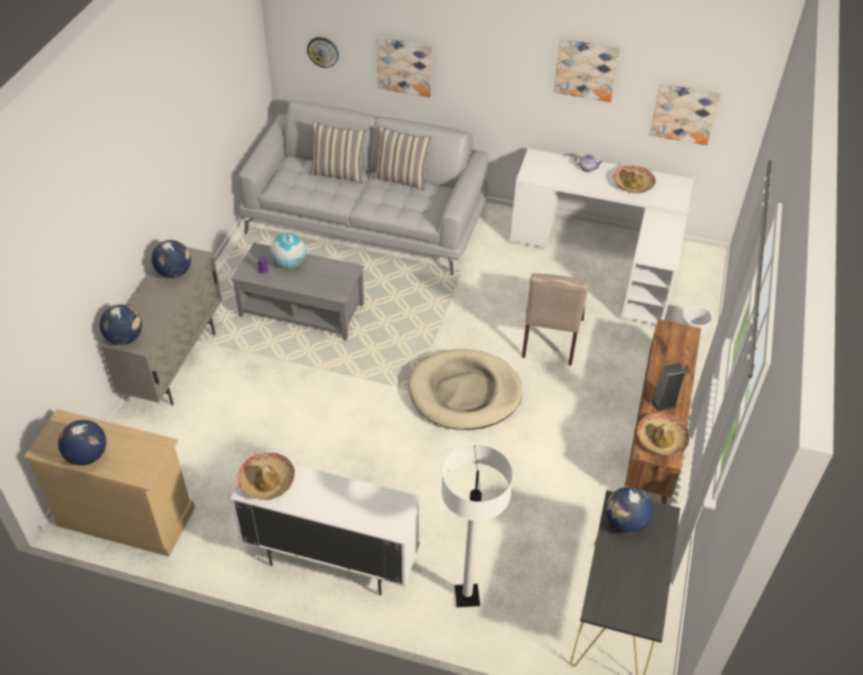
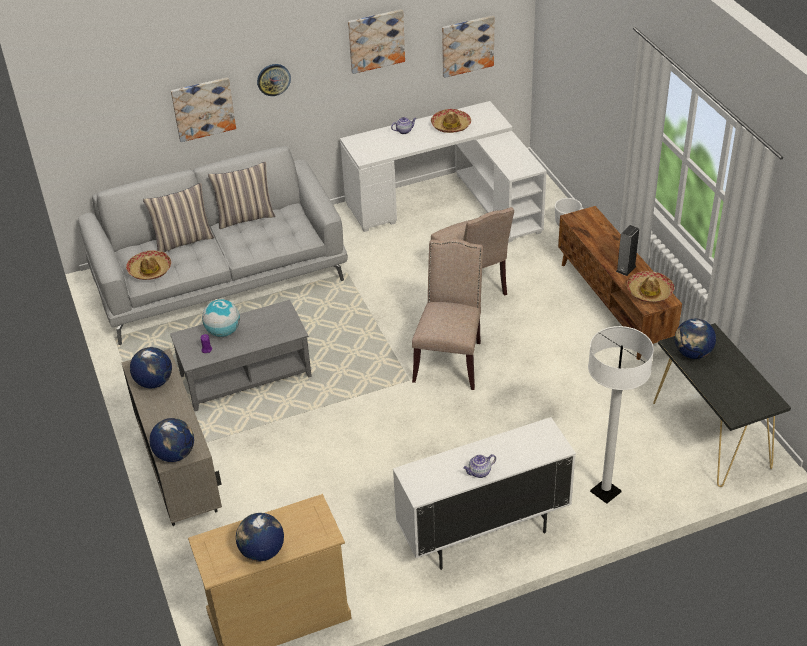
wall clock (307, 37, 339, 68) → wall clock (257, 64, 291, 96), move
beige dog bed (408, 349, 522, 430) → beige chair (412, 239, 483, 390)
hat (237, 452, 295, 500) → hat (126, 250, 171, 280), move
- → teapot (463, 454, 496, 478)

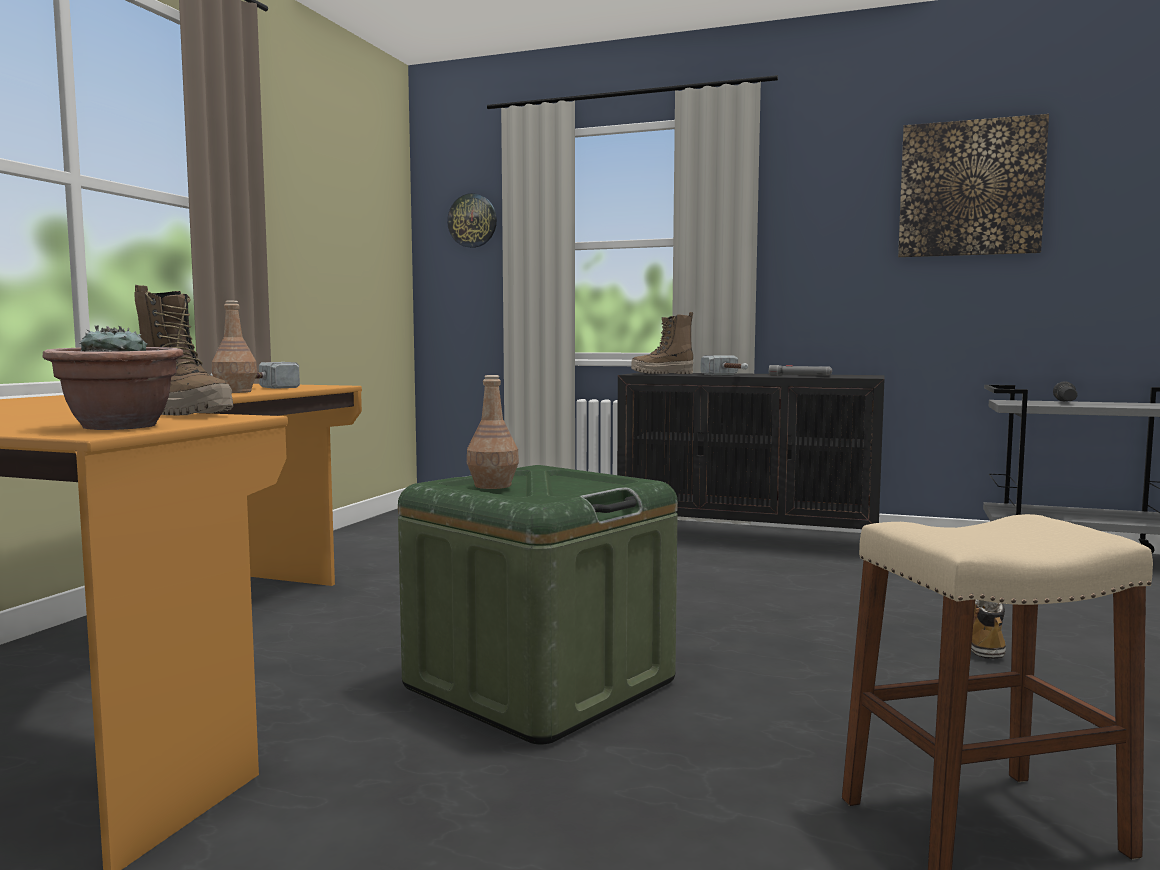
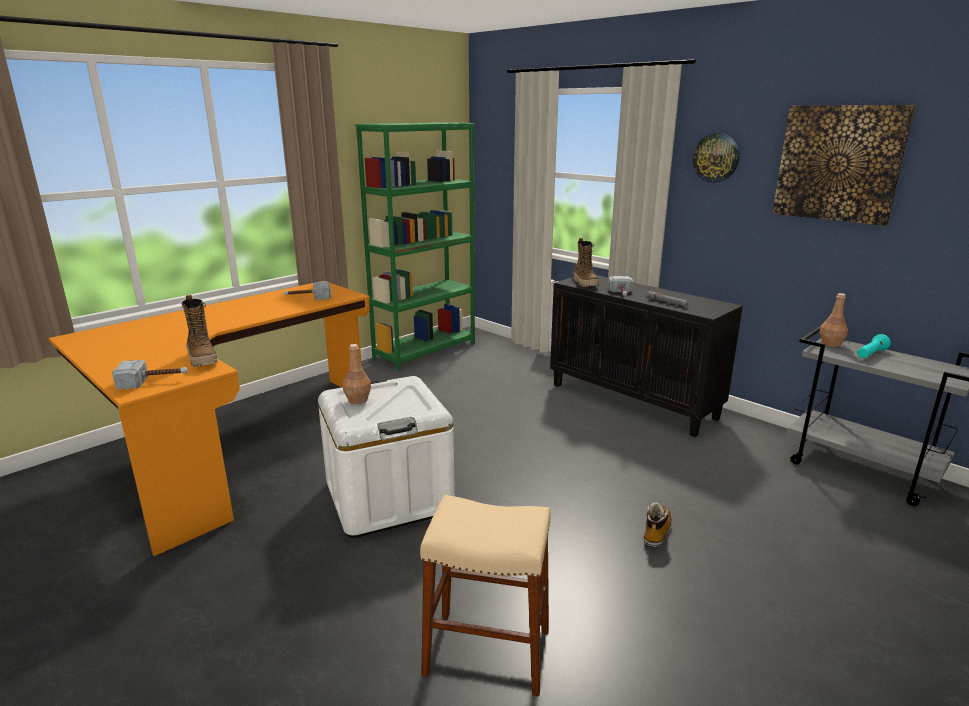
wall clock (447, 193, 497, 248) → wall clock (692, 133, 740, 183), move
brown bottle (212, 301, 257, 393) → brown bottle (820, 293, 848, 347), move
boot (631, 312, 693, 374) → boot (573, 238, 599, 287), 120 degrees counterclockwise
potted plant (43, 325, 184, 430) → hammer (112, 360, 188, 389)
black flashlight (1053, 381, 1078, 401) → turquoise flashlight (857, 334, 891, 358)
green storage box (398, 465, 678, 745) → white storage box (318, 376, 455, 538)
- → green bookcase (355, 122, 475, 370)

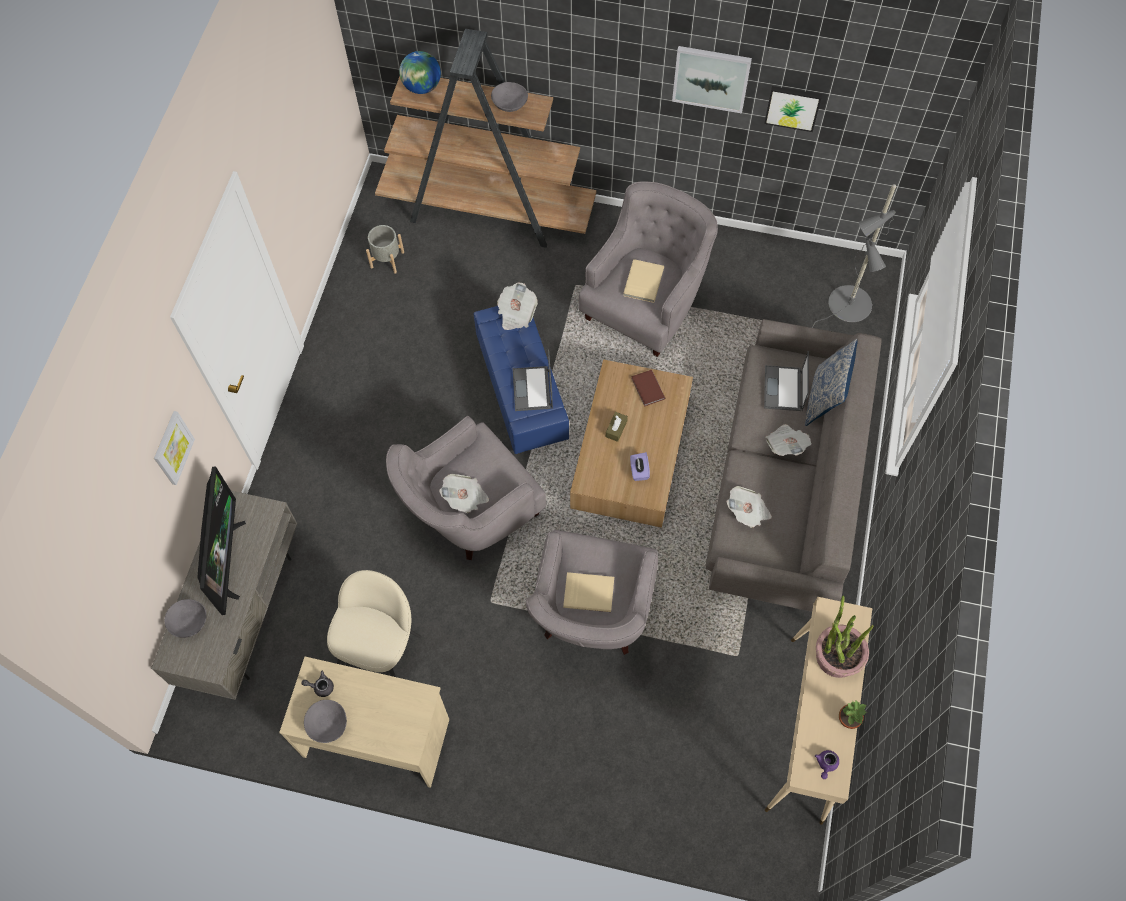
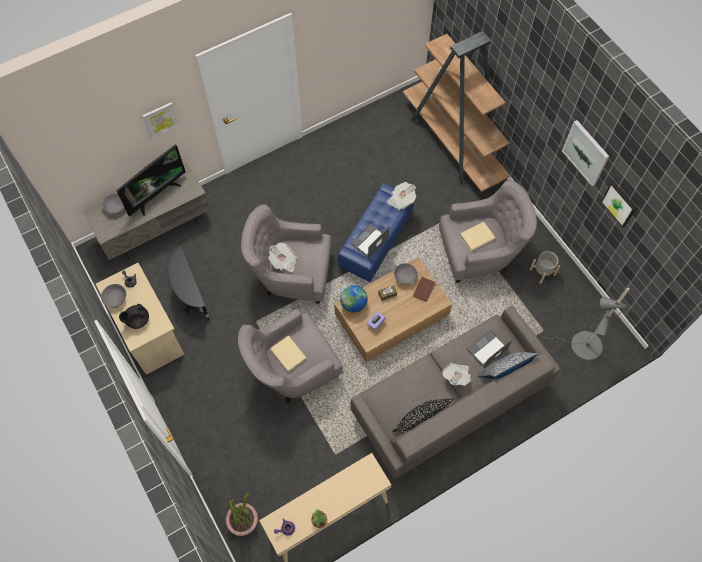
globe (399, 51, 441, 94) → globe (340, 285, 368, 313), move
grey bowl (491, 82, 528, 112) → grey bowl (394, 263, 418, 285), move
grey planter (366, 225, 404, 274) → grey planter (530, 251, 560, 284), move
newspaper (727, 486, 772, 528) → -
beige chair (327, 570, 422, 677) → black side table (168, 247, 209, 320)
potted plant (816, 596, 873, 678) → potted plant (226, 492, 258, 536), move
- → black teapot (119, 304, 149, 329)
- → black pillow (392, 398, 454, 433)

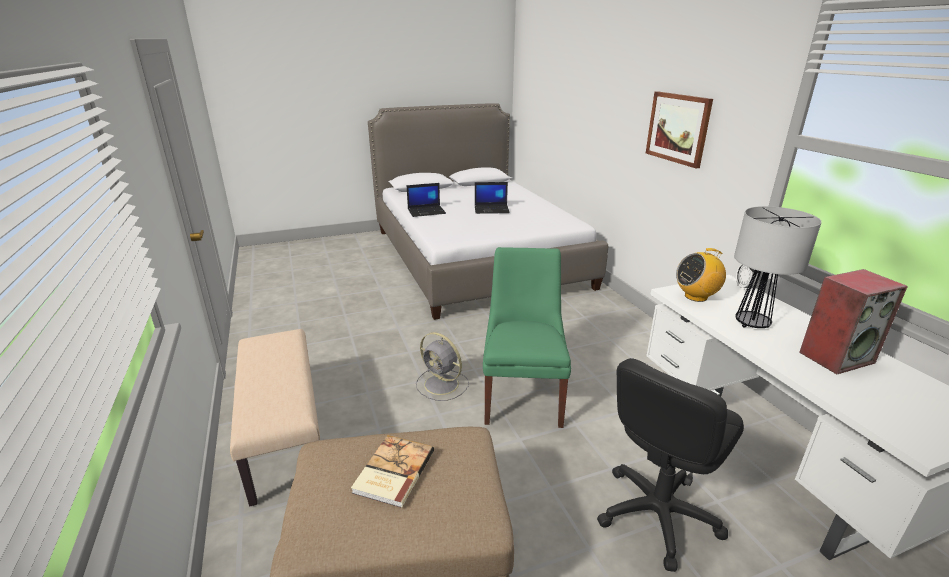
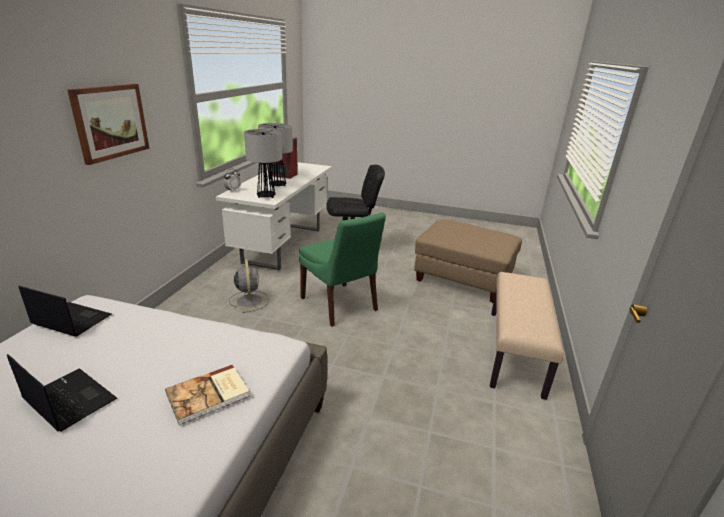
laptop (407, 183, 446, 217) → laptop (19, 286, 112, 337), move
green chair (483, 247, 571, 428) → green chair (299, 213, 386, 327), 75 degrees counterclockwise
radio (676, 248, 726, 302) → table lamp (244, 129, 282, 198)
grey fan (416, 332, 469, 401) → grey fan (229, 259, 269, 313), move
book (351, 435, 434, 508) → book (165, 365, 249, 425), move

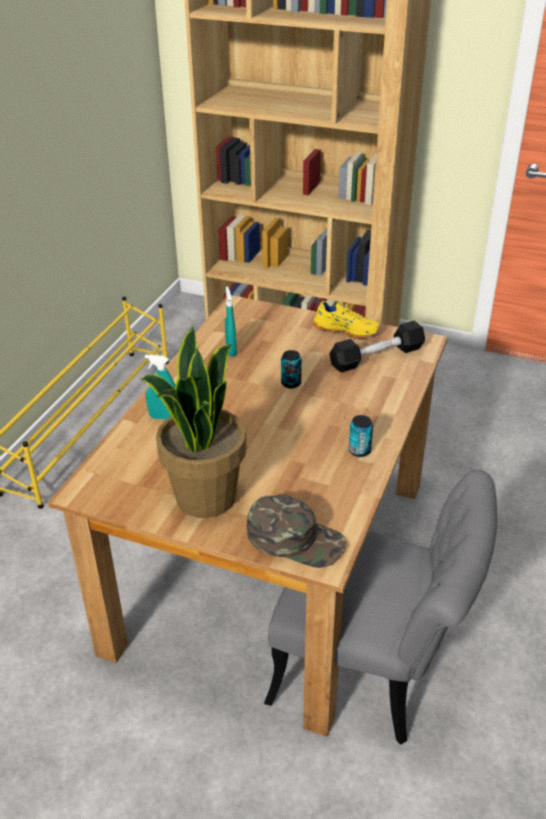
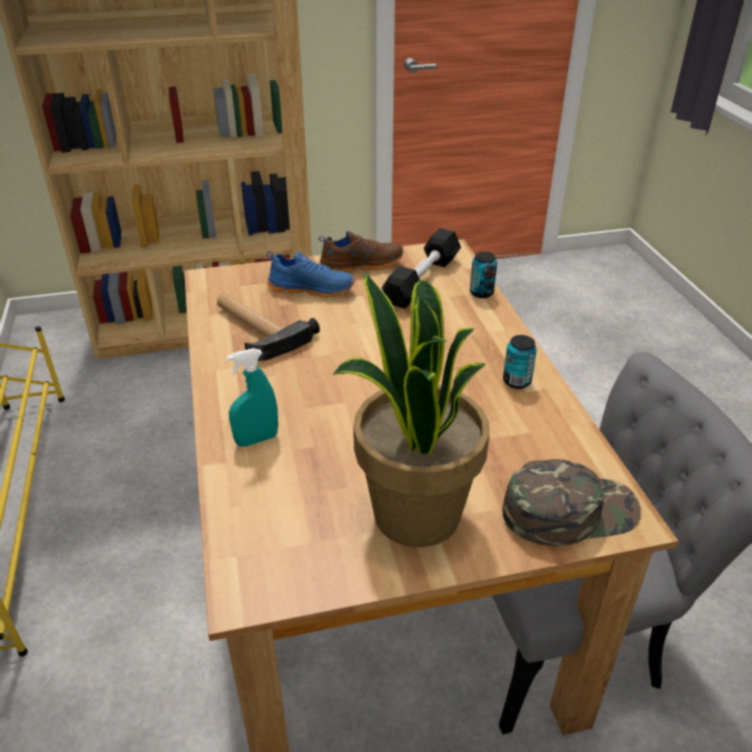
turquoise spray bottle (225, 286, 237, 357) → hammer (217, 294, 320, 361)
yellow shoe (313, 299, 380, 339) → brown shoe (319, 231, 403, 272)
can (281, 350, 302, 388) → can (470, 252, 497, 298), move
- → blue shoe (266, 251, 355, 298)

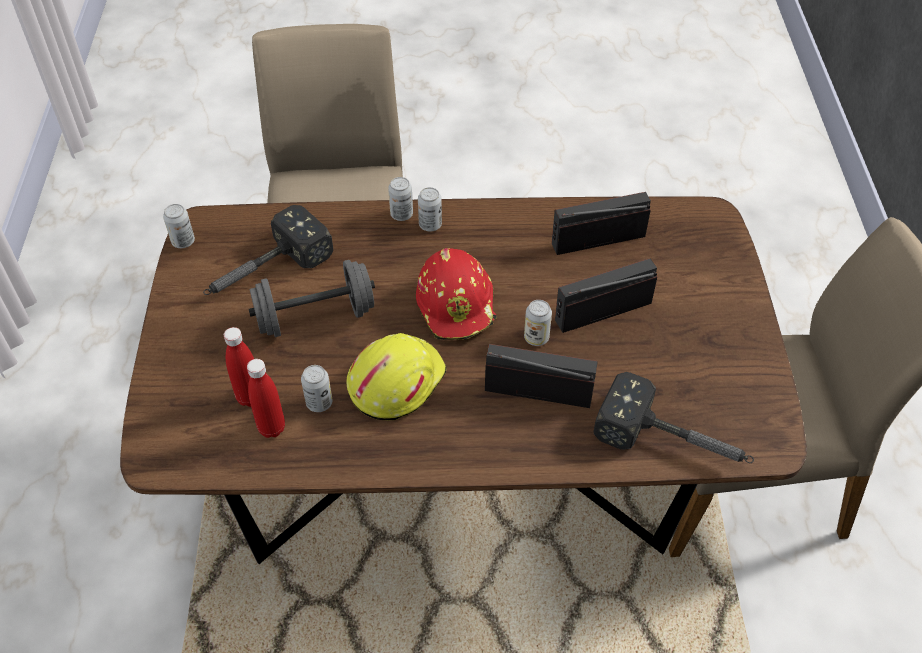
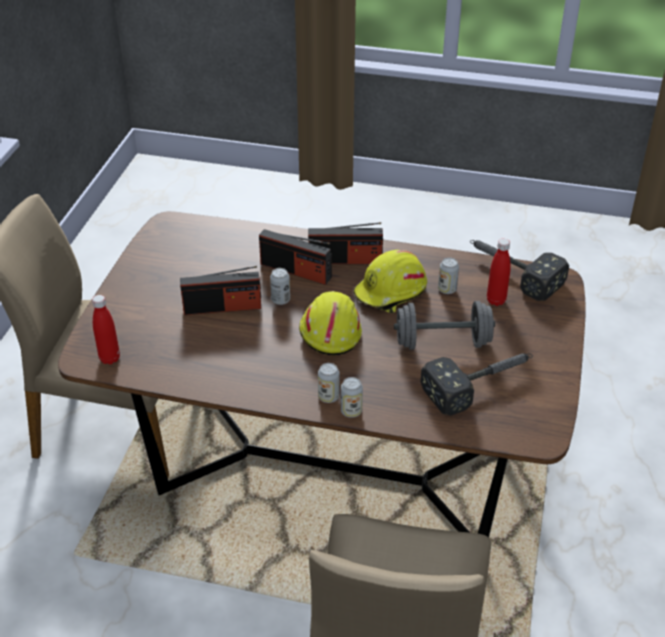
radio (552, 192, 651, 255) → radio (308, 222, 383, 264), move
can (163, 204, 195, 248) → -
red hard hat (416, 248, 497, 340) → yellow hard hat (299, 291, 362, 355)
red bottle (247, 359, 285, 438) → red bottle (92, 295, 120, 364), move
hammer (593, 372, 754, 463) → hammer (470, 240, 569, 301), move

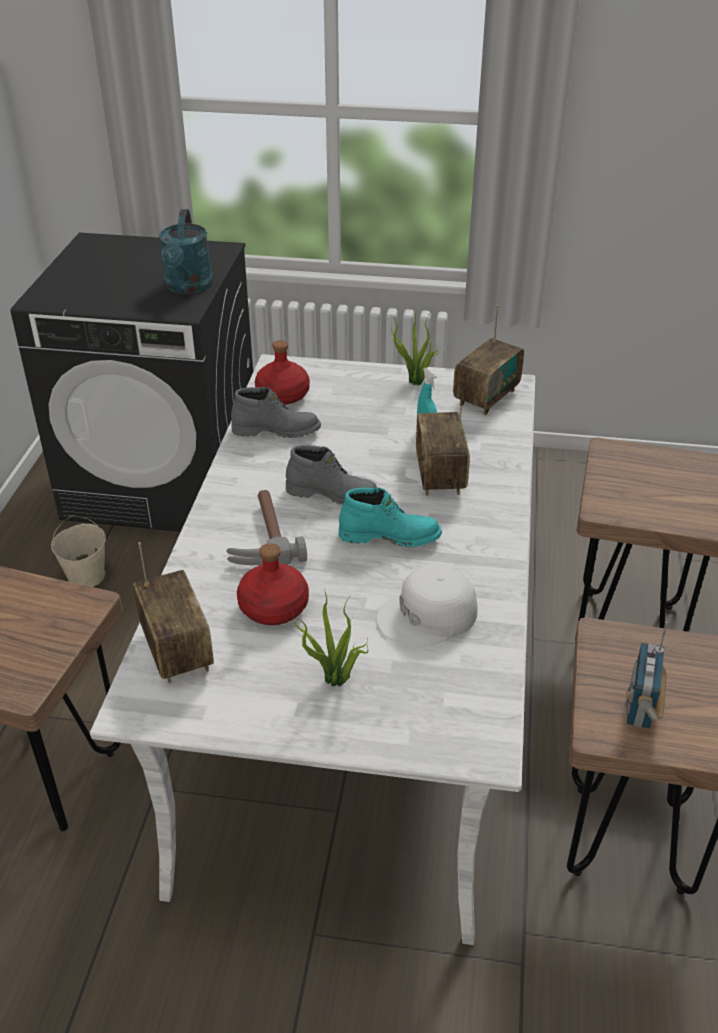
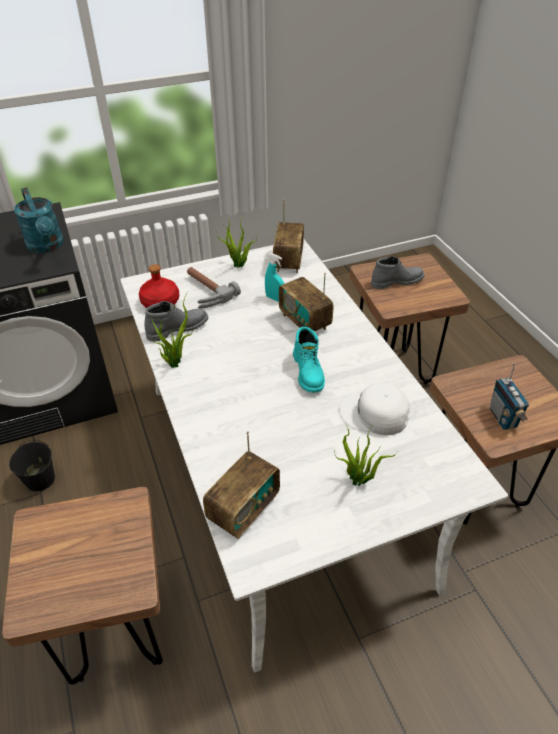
grey boot (286, 445, 377, 505) → grey boot (371, 256, 424, 289), move
turquoise boot (339, 487, 442, 547) → turquoise boot (293, 327, 325, 393), 105 degrees clockwise
hammer (226, 490, 307, 565) → hammer (187, 267, 241, 309), move
beige bucket (51, 515, 106, 587) → black bucket (9, 440, 55, 491)
radio (133, 542, 214, 683) → radio (203, 431, 280, 539), 90 degrees clockwise
red bottle (237, 544, 309, 625) → -
white cap (376, 564, 478, 648) → white cap (339, 383, 410, 435), 75 degrees clockwise
- → potted plant (151, 292, 192, 368)

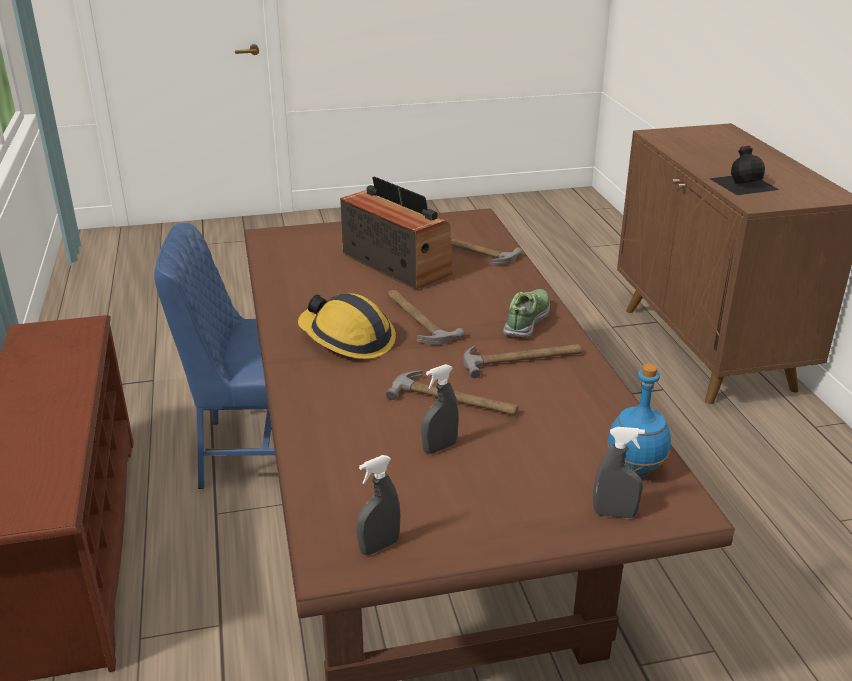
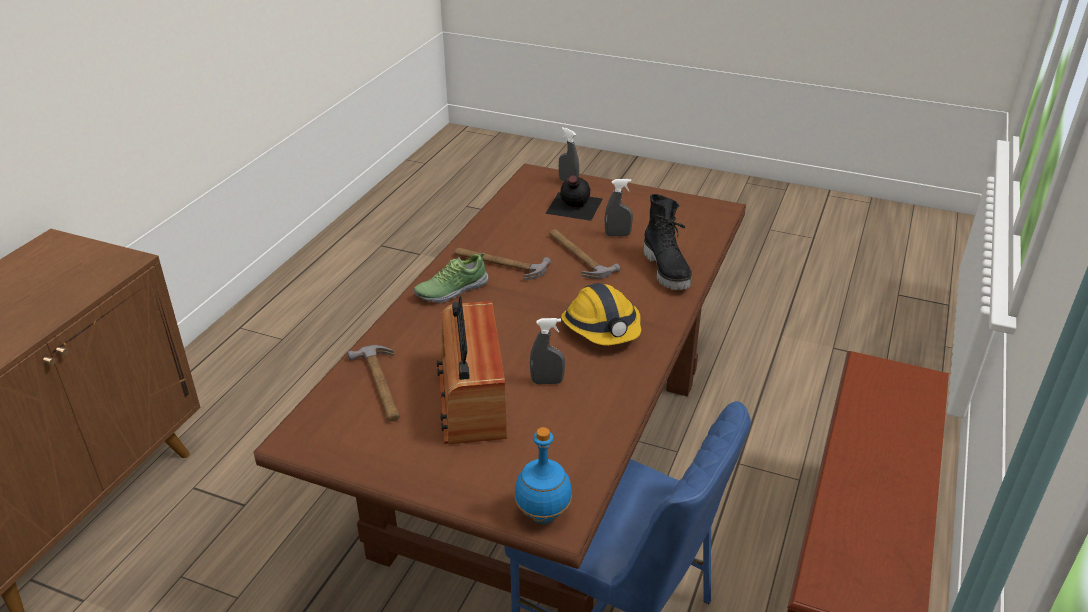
black bottle (709, 145, 779, 195) → black bottle (545, 175, 602, 221), move
hammer (387, 290, 464, 345) → -
blue bottle (607, 364, 671, 477) → blue bottle (514, 427, 572, 524), move
grey spray bottle (356, 455, 400, 555) → grey spray bottle (530, 318, 565, 384), move
- → black boot (643, 194, 692, 290)

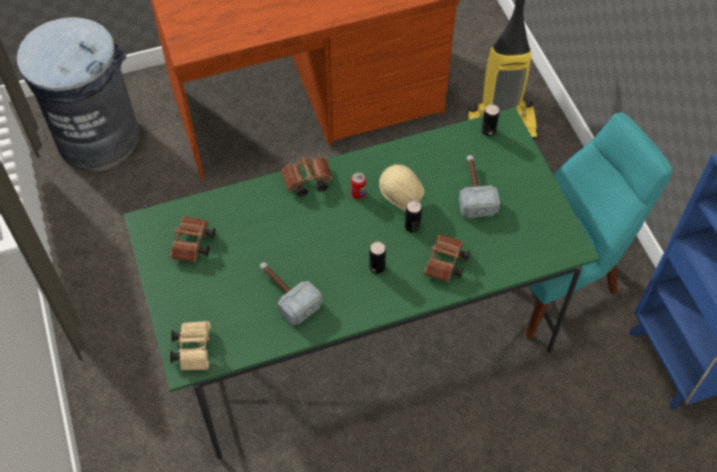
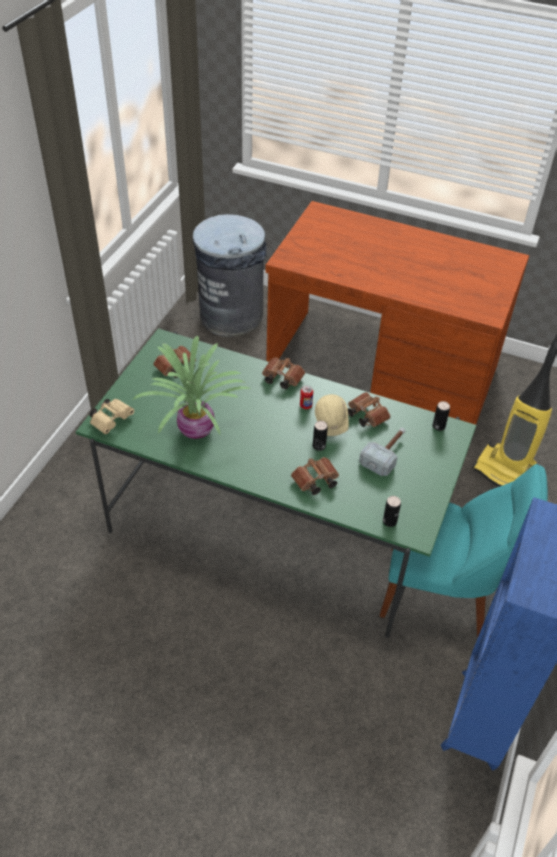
can (369, 242, 386, 274) → can (383, 496, 401, 527), move
hammer (260, 262, 322, 325) → potted plant (132, 335, 251, 439)
- → brown binoculars (348, 392, 390, 427)

